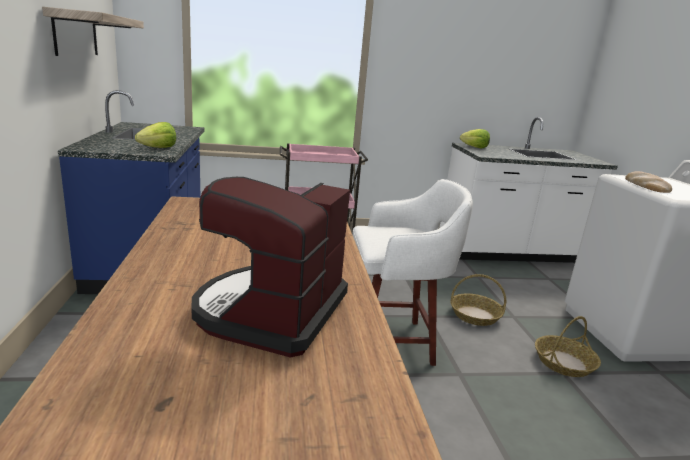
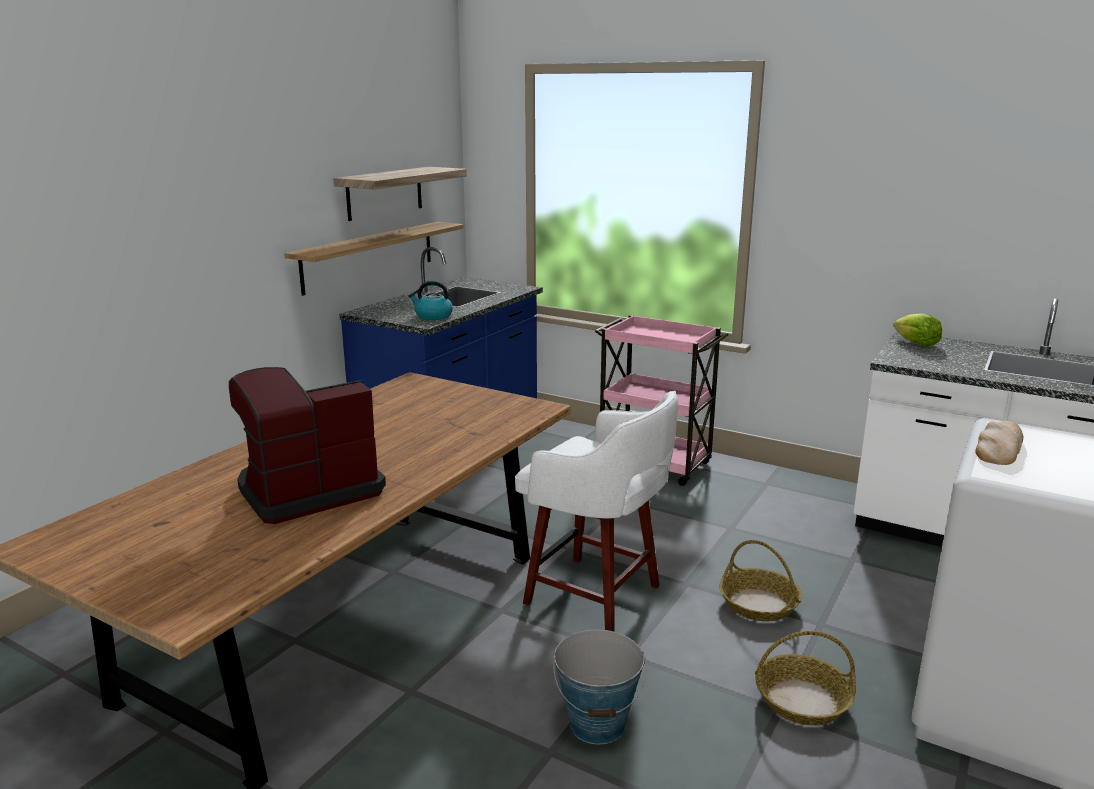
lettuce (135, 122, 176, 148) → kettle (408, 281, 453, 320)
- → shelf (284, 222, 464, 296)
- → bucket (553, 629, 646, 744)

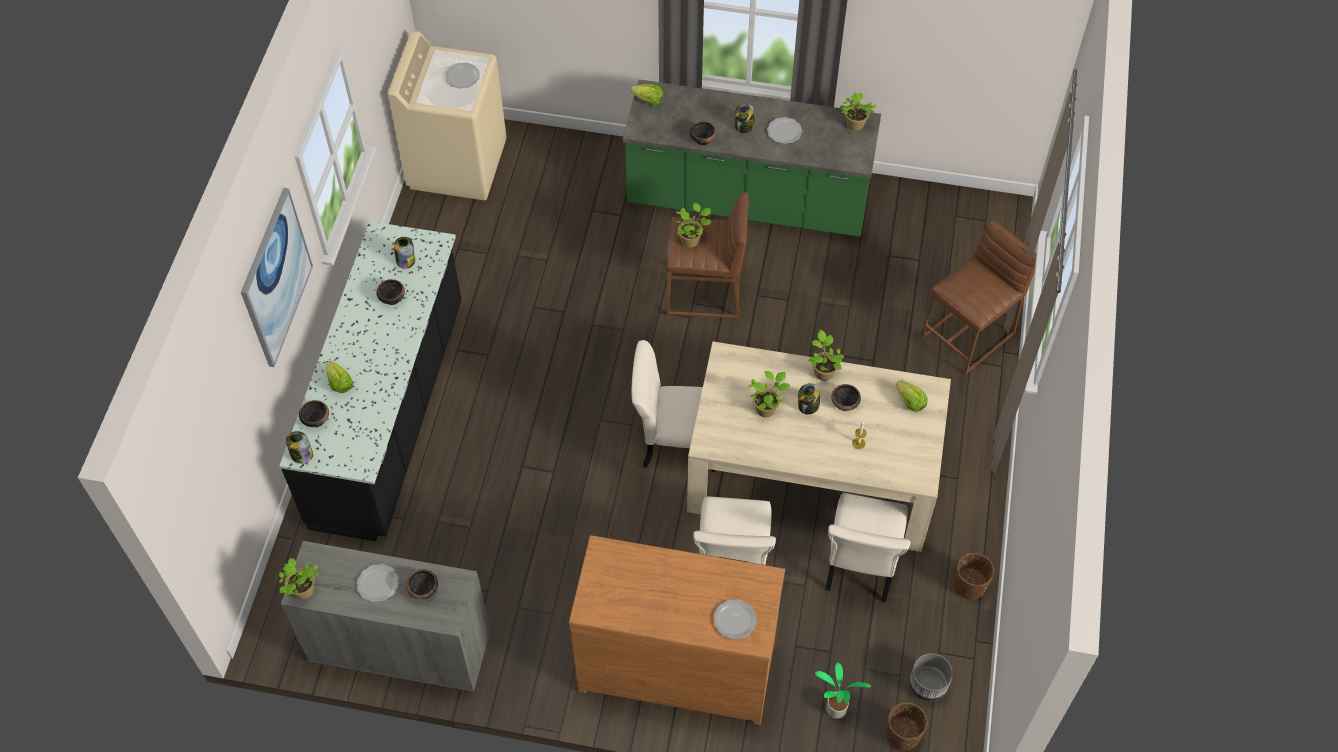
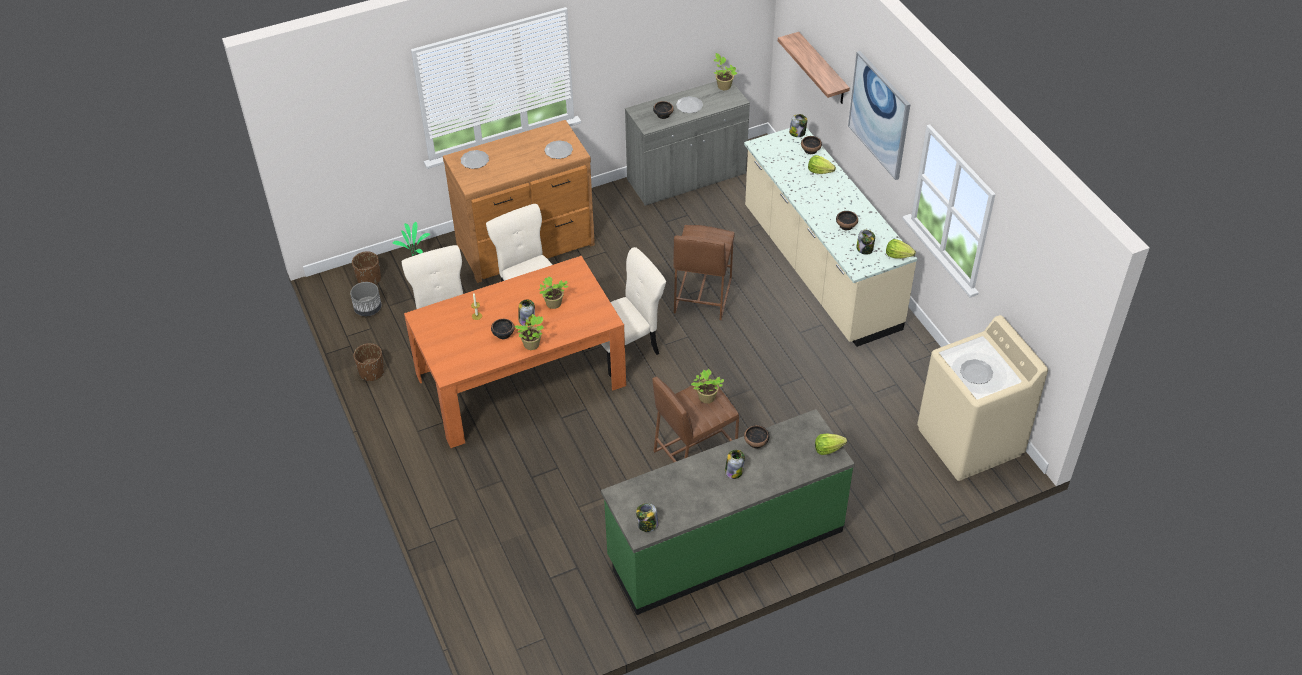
potted plant (839, 92, 876, 131) → jar (636, 503, 659, 532)
plate (767, 117, 802, 144) → plate (544, 140, 573, 159), move
brown stool (921, 220, 1037, 375) → brown stool (673, 225, 735, 320), move
black counter (279, 221, 462, 541) → beige counter (744, 127, 917, 347)
beige dining table (687, 341, 951, 552) → orange dining table (404, 256, 626, 448)
lettuce (896, 380, 928, 412) → lettuce (886, 239, 916, 259), move
- → shelf (778, 32, 850, 104)

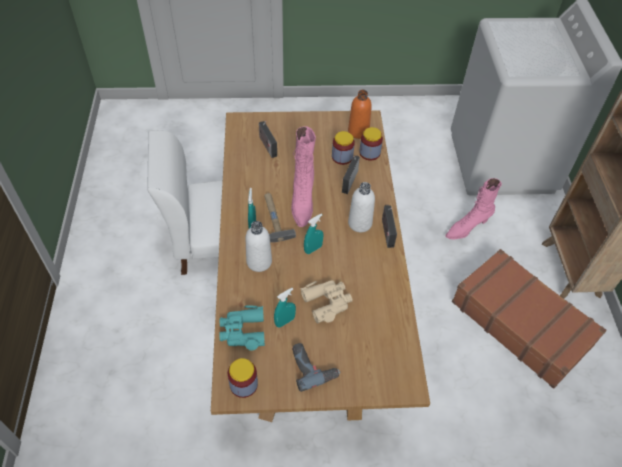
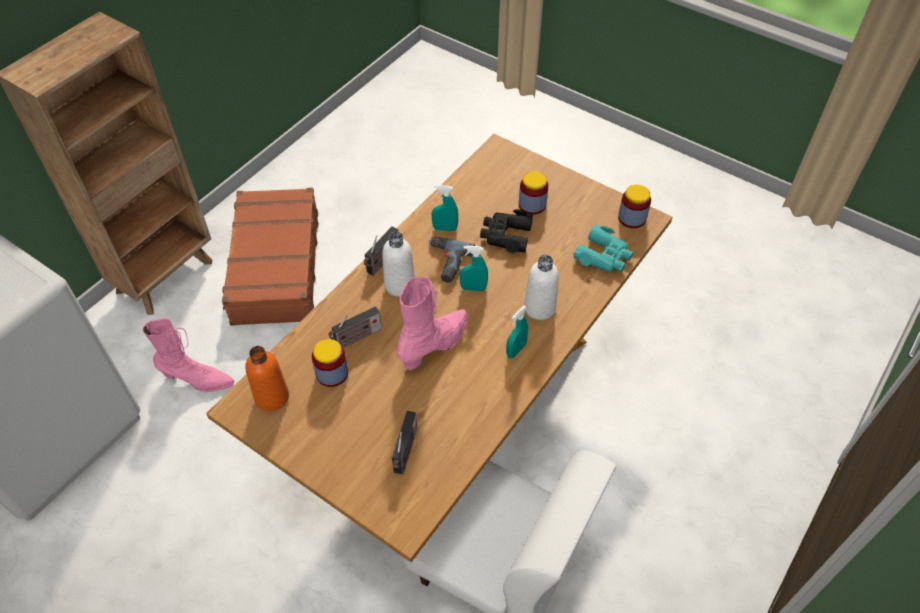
jar (359, 127, 383, 161) → jar (519, 171, 548, 215), move
hammer (264, 193, 296, 243) → -
beige binoculars (300, 280, 353, 323) → black binoculars (480, 209, 533, 253)
turquoise spray bottle (274, 288, 296, 328) → turquoise spray bottle (431, 185, 458, 231), move
power drill (292, 343, 340, 392) → power drill (429, 236, 475, 283), move

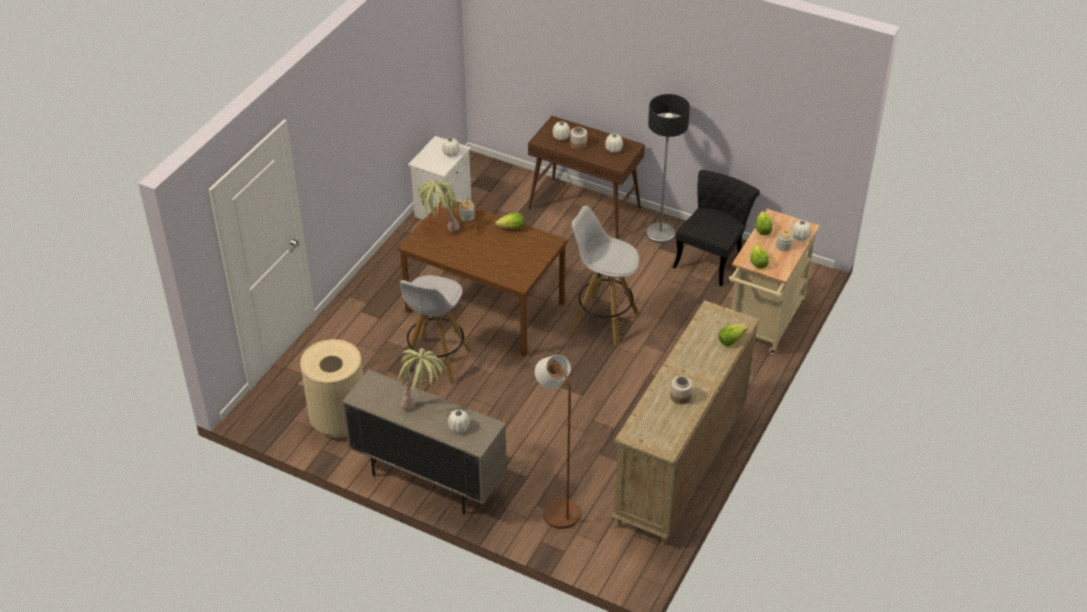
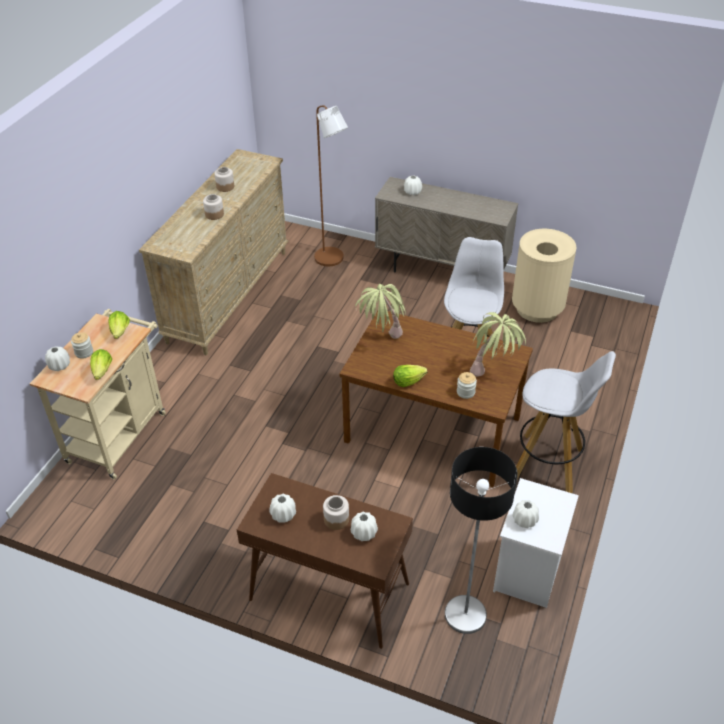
floor lamp (646, 94, 690, 243) → floor lamp (445, 447, 518, 634), move
black chair (673, 170, 760, 286) → -
white stool (571, 206, 639, 346) → white stool (516, 351, 616, 493), move
lettuce (718, 324, 748, 346) → -
potted plant (398, 348, 446, 410) → potted plant (356, 284, 405, 339), move
- → jar (203, 194, 224, 220)

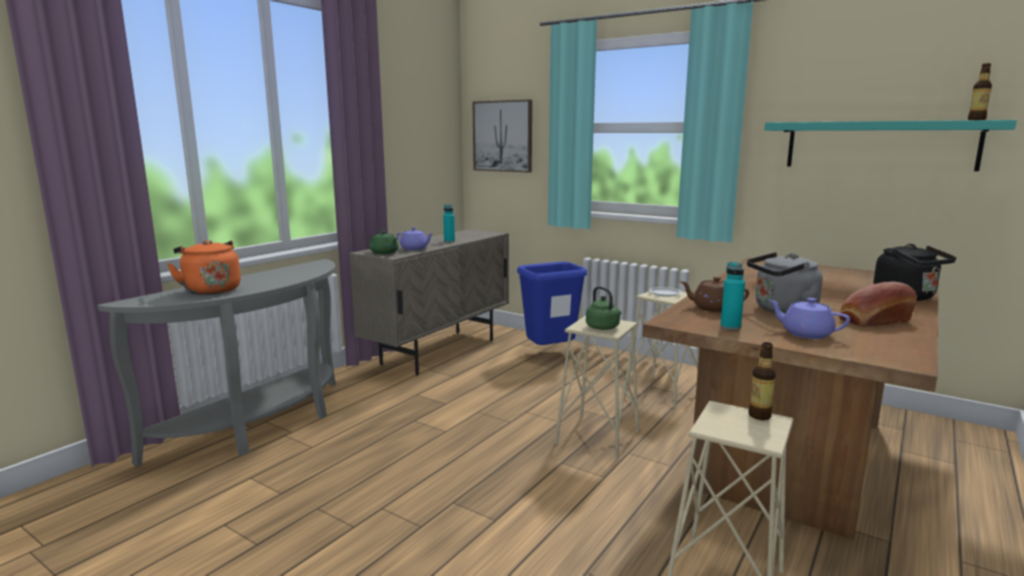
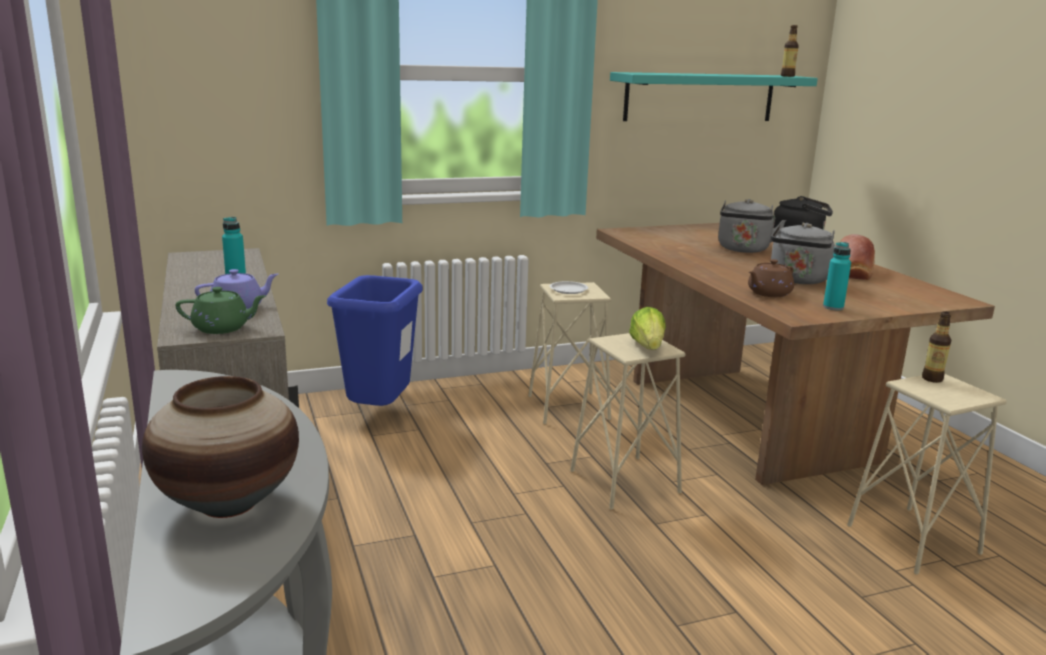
picture (472, 100, 532, 172) → -
orange kettle (167, 240, 241, 295) → vase (142, 376, 299, 518)
green kettle (586, 286, 621, 330) → lettuce (629, 307, 666, 350)
purple teapot (768, 298, 850, 339) → -
- → grey kettle (718, 199, 786, 253)

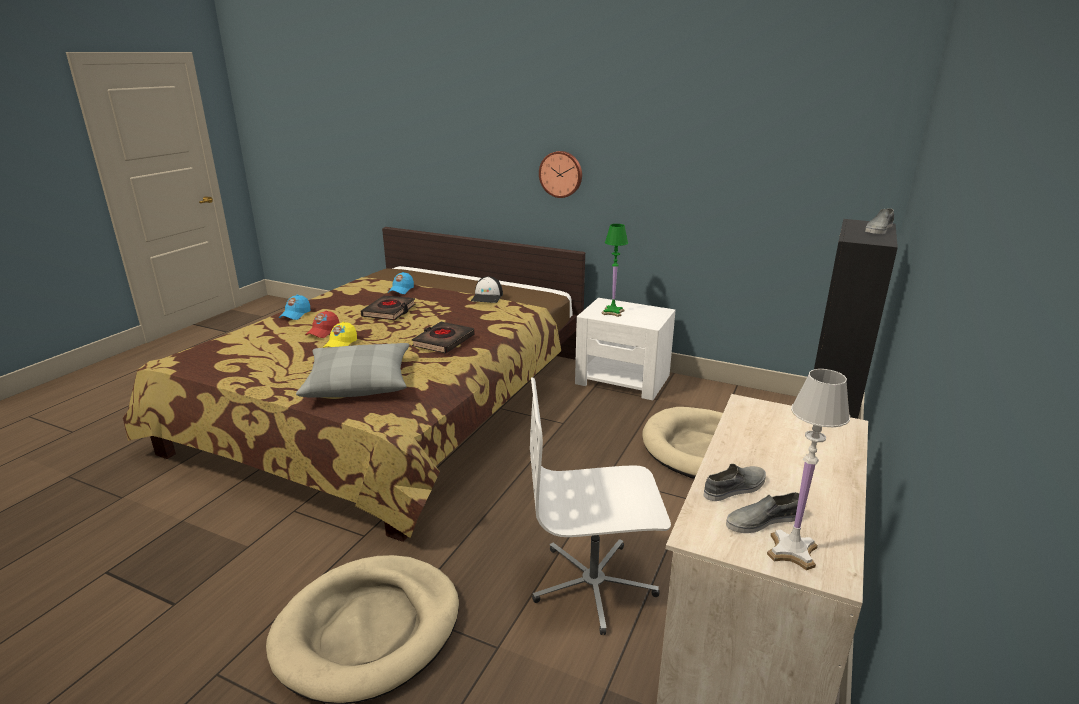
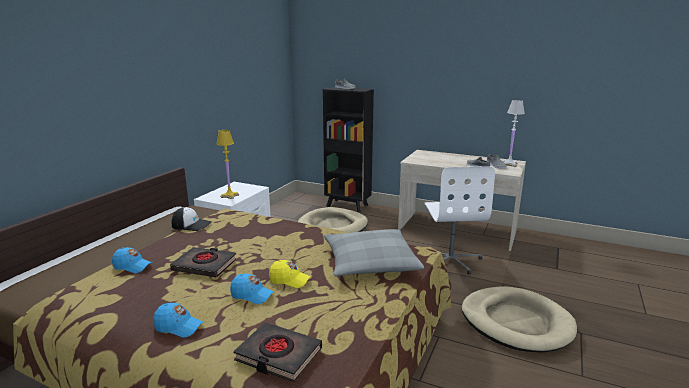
wall clock (539, 151, 582, 198) → -
green table lamp (601, 224, 628, 317) → yellow table lamp (216, 130, 239, 199)
red cap (305, 311, 339, 338) → blue cap (230, 274, 274, 304)
black book (412, 322, 474, 354) → black book (233, 322, 322, 382), move

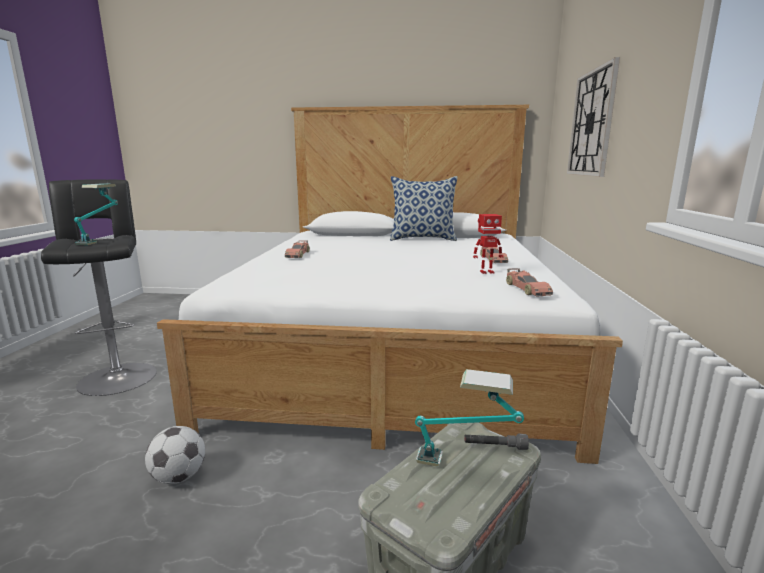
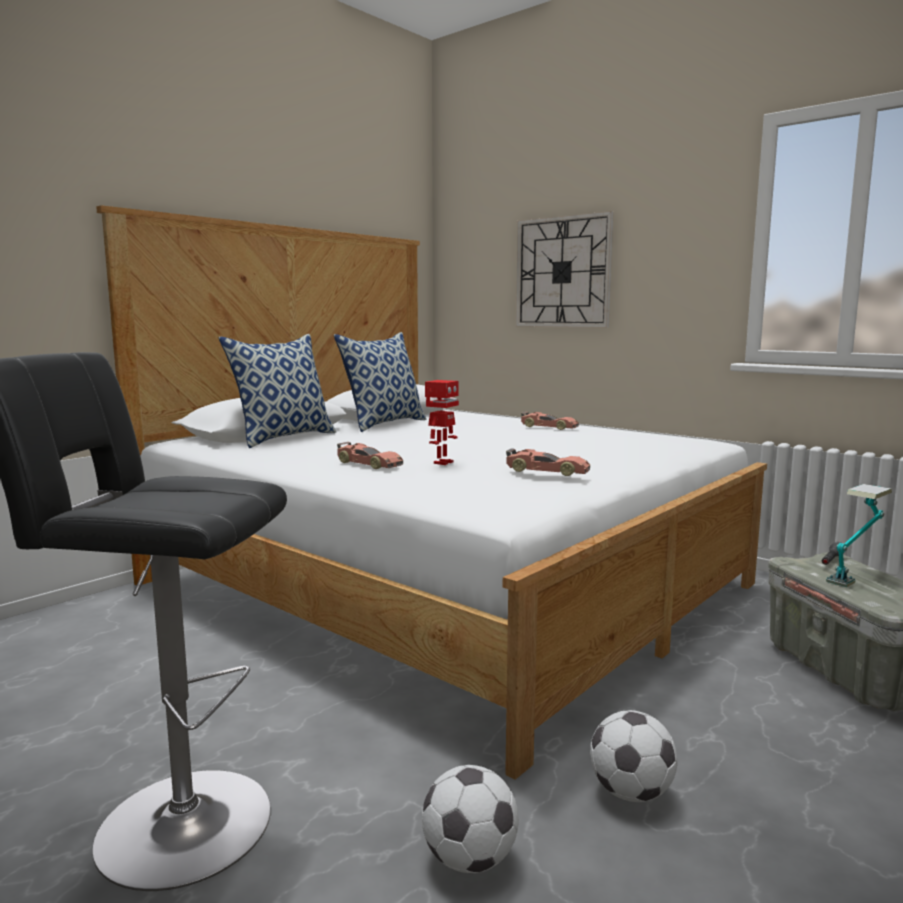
table lamp (74, 184, 118, 245) → -
toy robot (473, 214, 504, 274) → toy robot (425, 380, 459, 465), move
toy car (506, 268, 553, 296) → toy car (506, 448, 590, 476), move
- → pillow (219, 334, 336, 448)
- → football (422, 765, 518, 873)

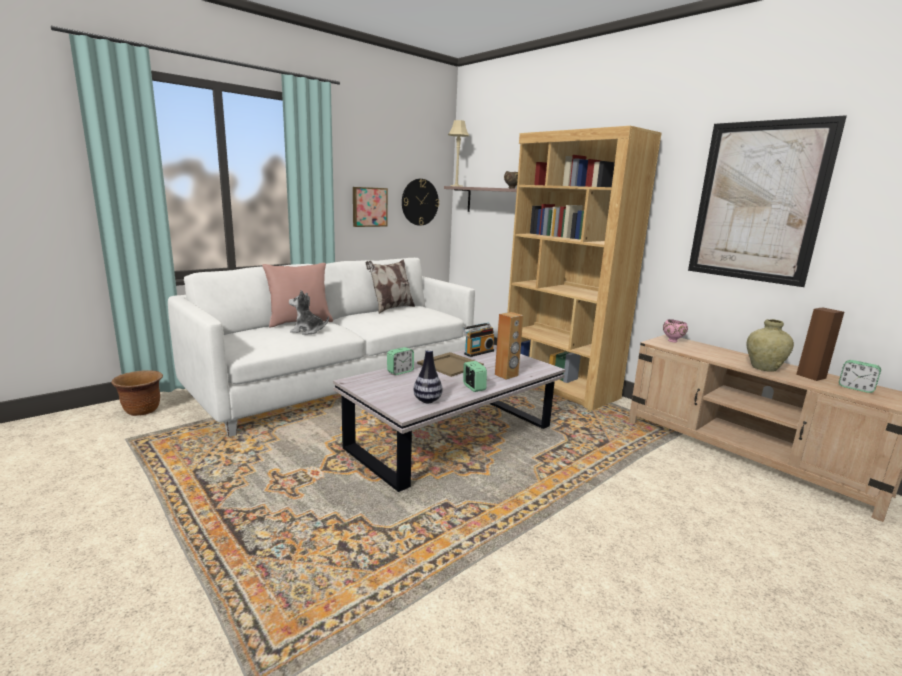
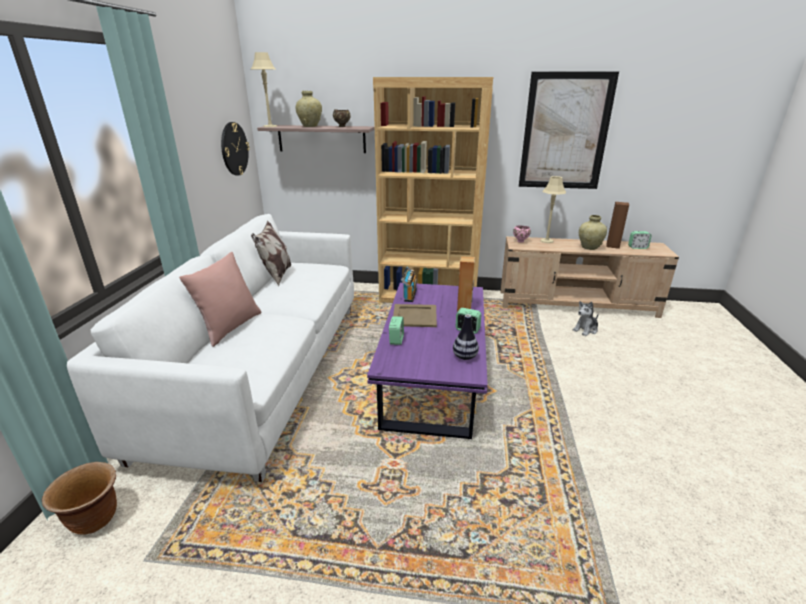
picture (353, 187, 388, 227) → -
plush toy (289, 290, 329, 335) → plush toy (573, 301, 598, 336), move
white coffee table (333, 345, 565, 492) → purple coffee table (367, 283, 488, 439)
- → beige vase (296, 91, 322, 127)
- → beige table lamp (541, 176, 566, 243)

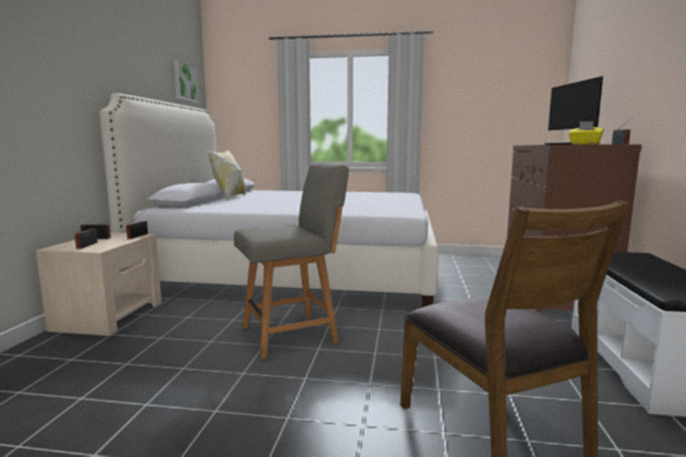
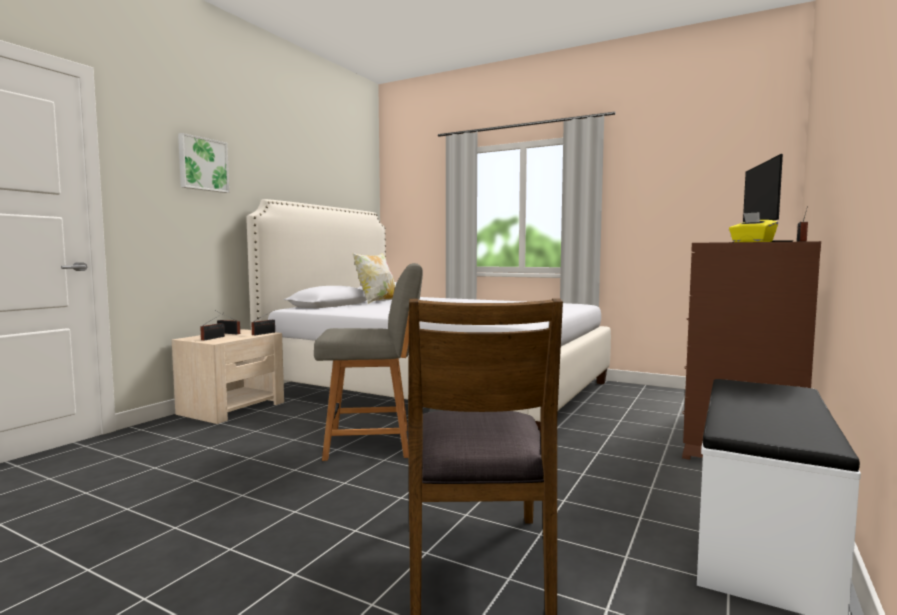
picture (173, 59, 198, 103) → picture (178, 133, 229, 193), move

